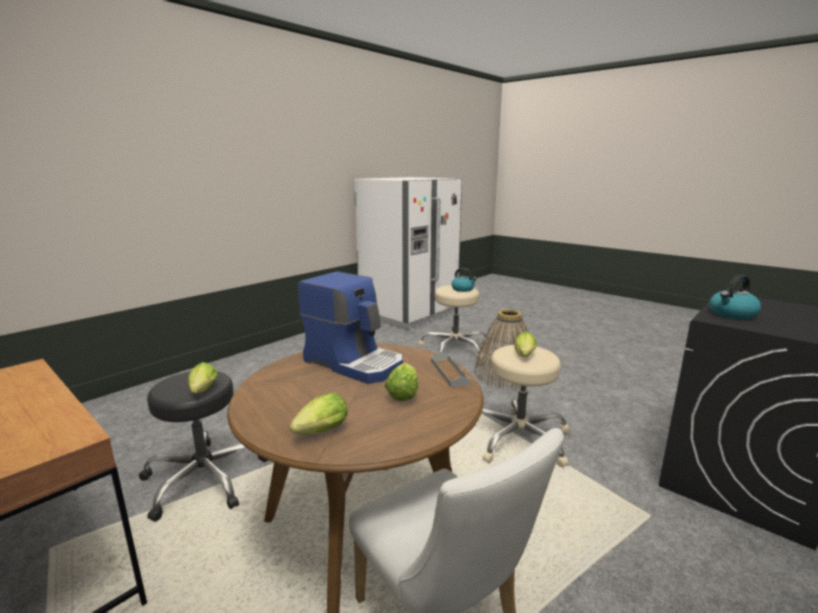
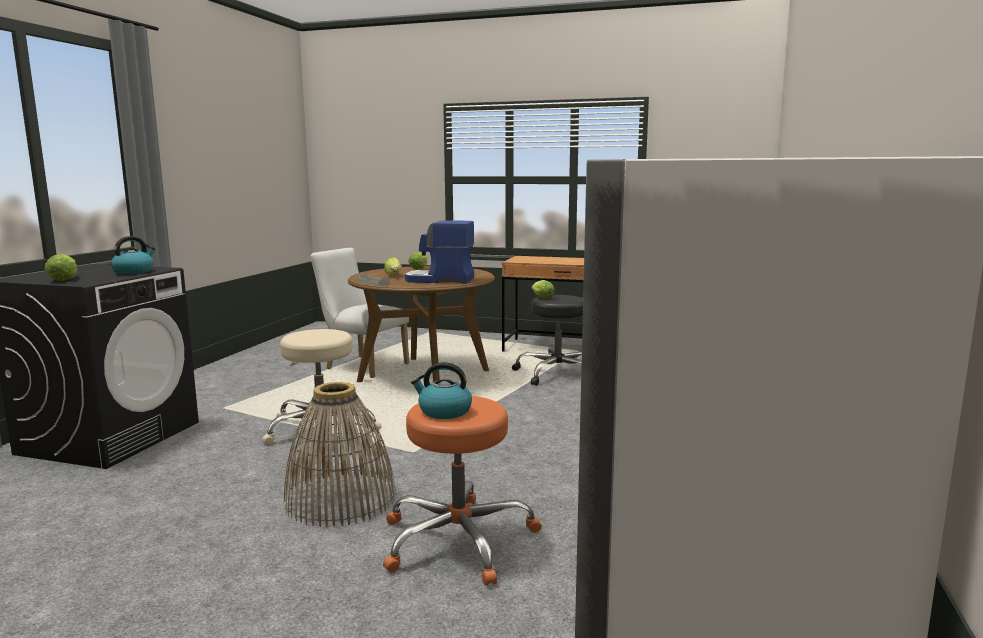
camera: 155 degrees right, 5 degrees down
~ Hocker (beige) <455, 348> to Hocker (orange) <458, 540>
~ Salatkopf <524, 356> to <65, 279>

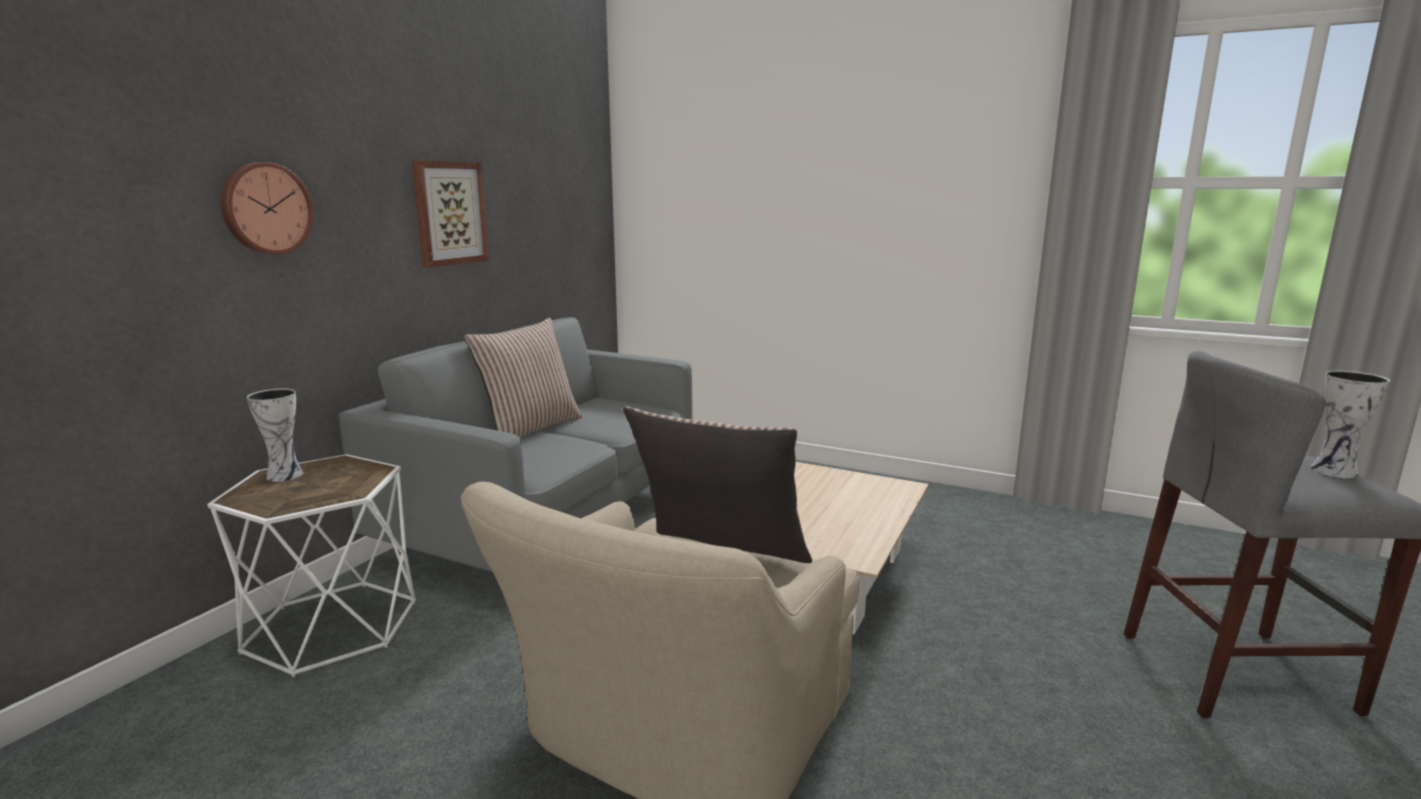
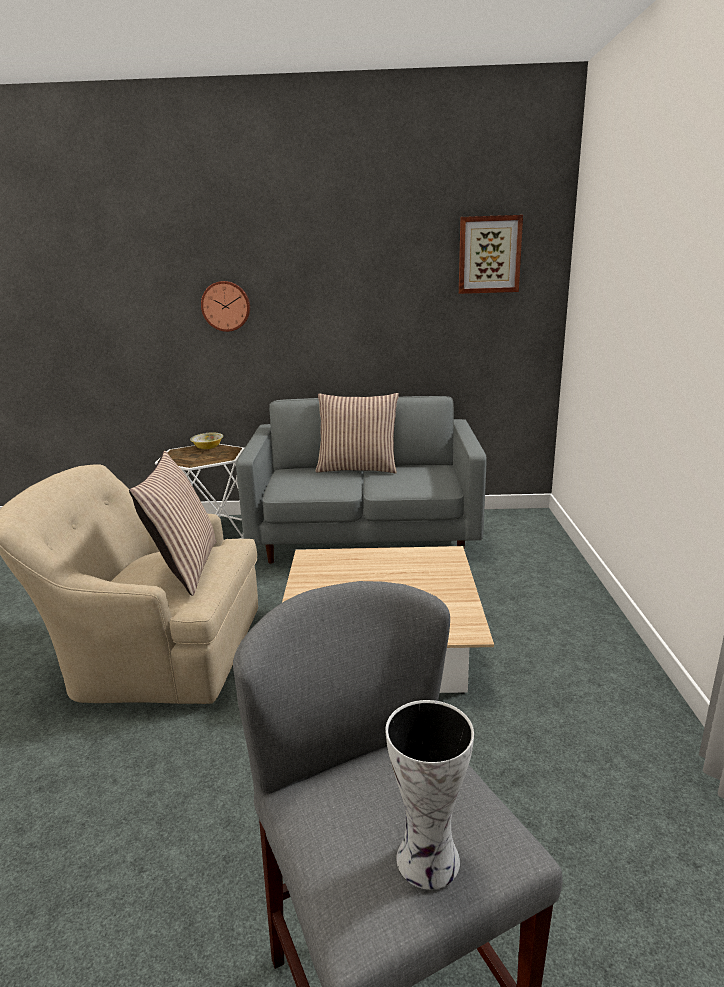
camera: 65 degrees right, 5 degrees up
~ Vase <286, 474> to Schüssel <208, 448>
~ Bild <449, 213> to <489, 255>

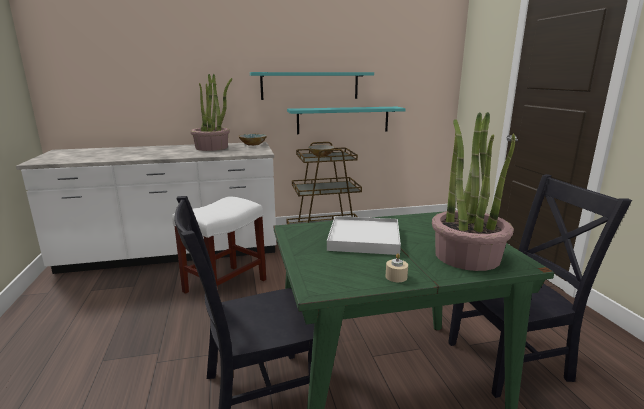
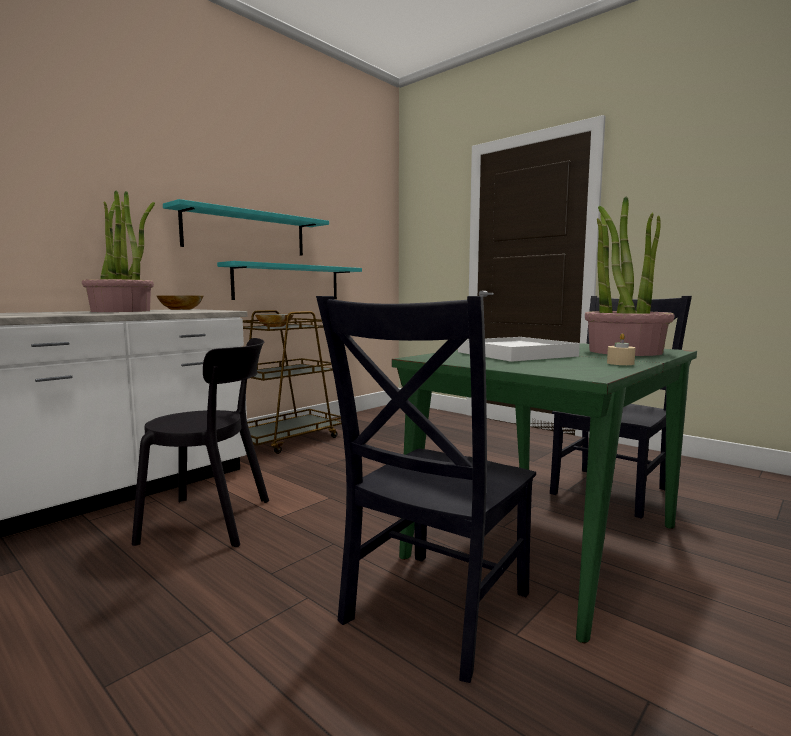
camera: 35 degrees left, 10 degrees down
~ Hocker (weiß) <224, 286> to Stuhl (schwarz) <213, 521>

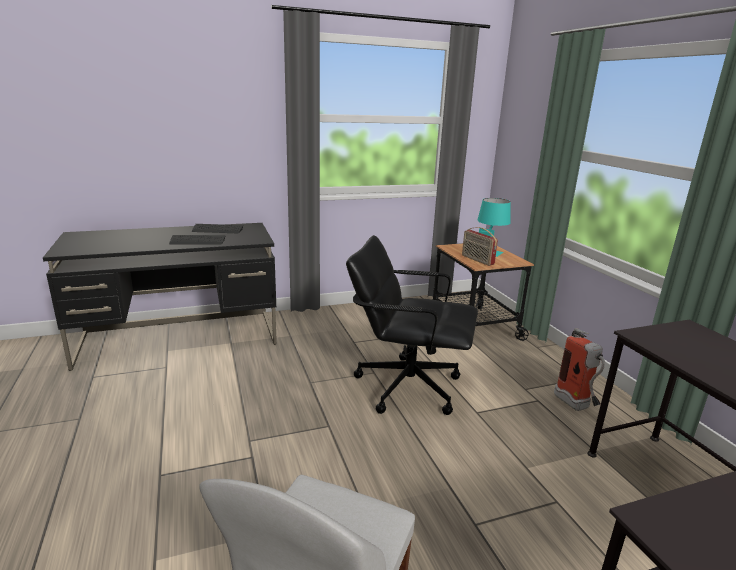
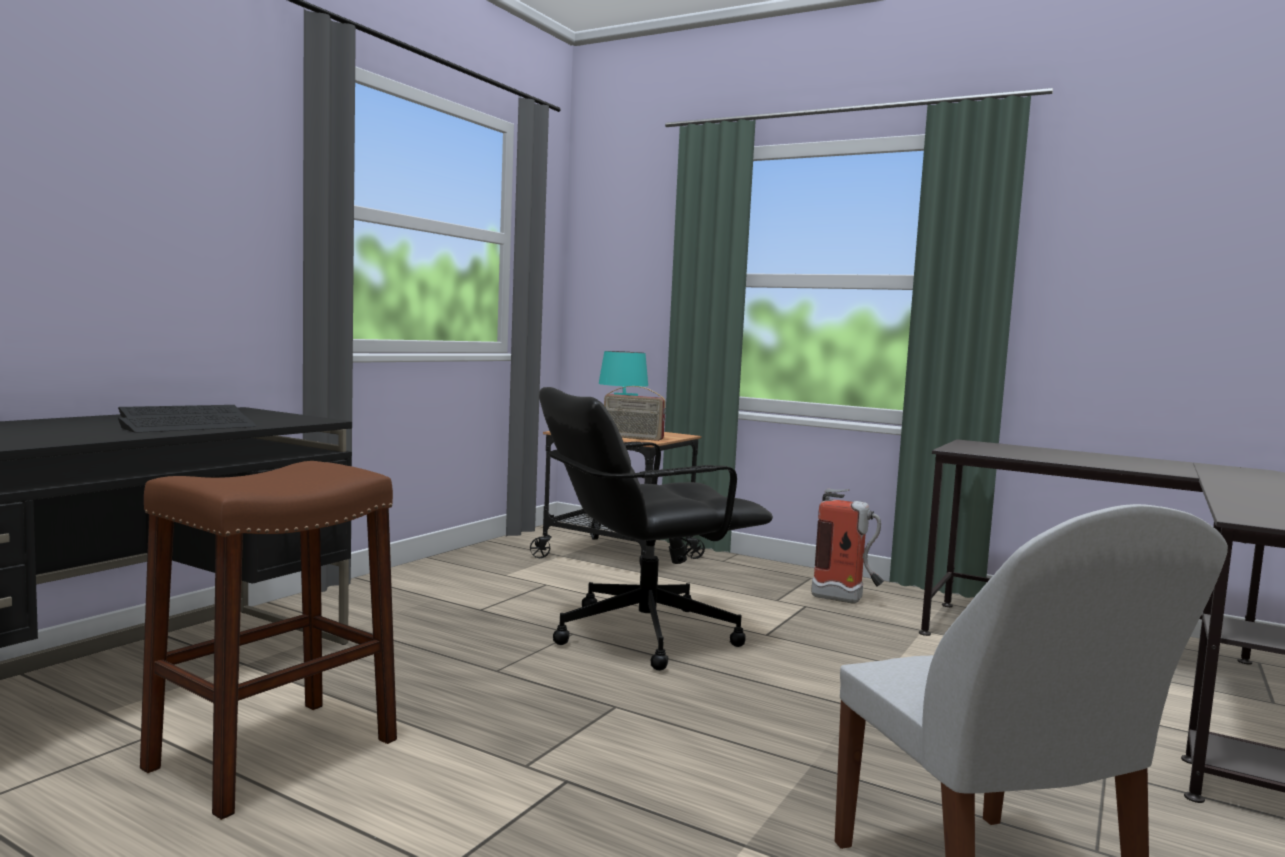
camera: 40 degrees left, 15 degrees down
+ Hocker (braun) <273, 754>

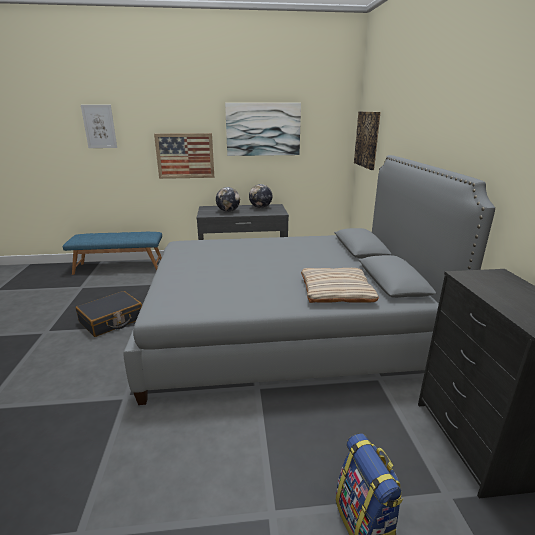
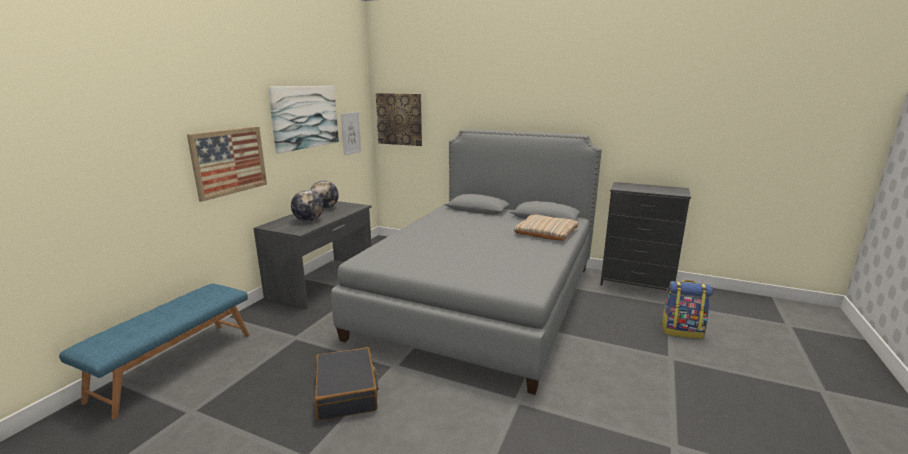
camera: 60 degrees left, 5 degrees down
~ Bild <99, 126> to <350, 133>

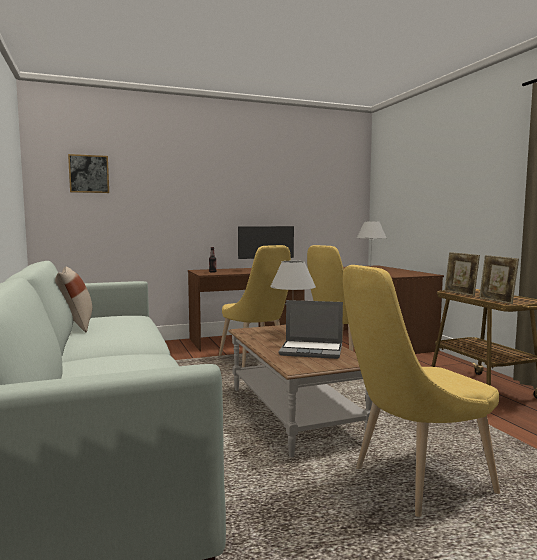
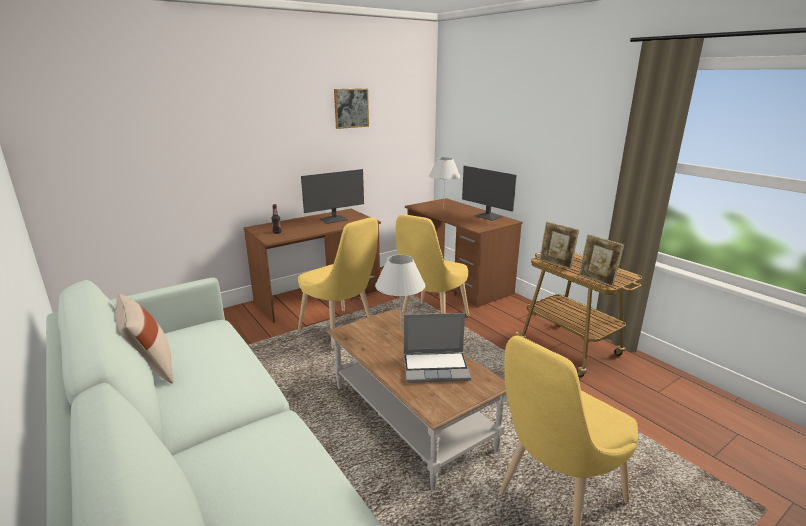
camera: 15 degrees left, 15 degrees up
~ Bild <89, 174> to <351, 108>
+ Monitor <488, 216>

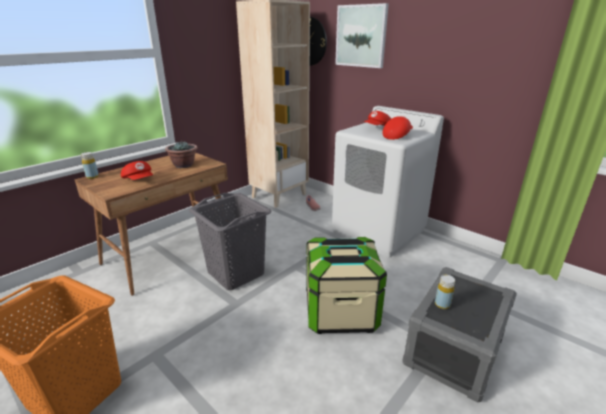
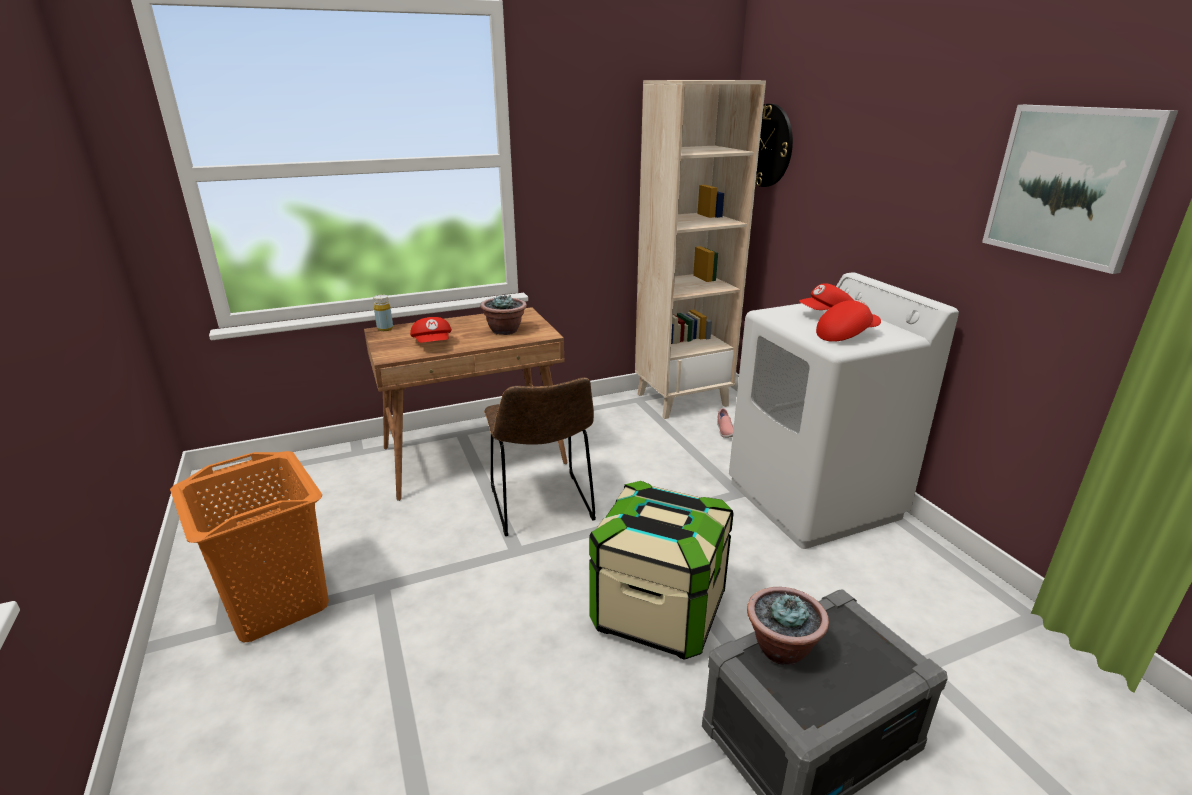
camera: 25 degrees right, 0 degrees up
~ Wäschekorb (grau) <236, 273> to Stuhl (braun) <542, 507>
~ Bild <361, 36> to <1070, 185>
~ Flasche (gelb) <442, 304> to Topfpflanze <781, 648>

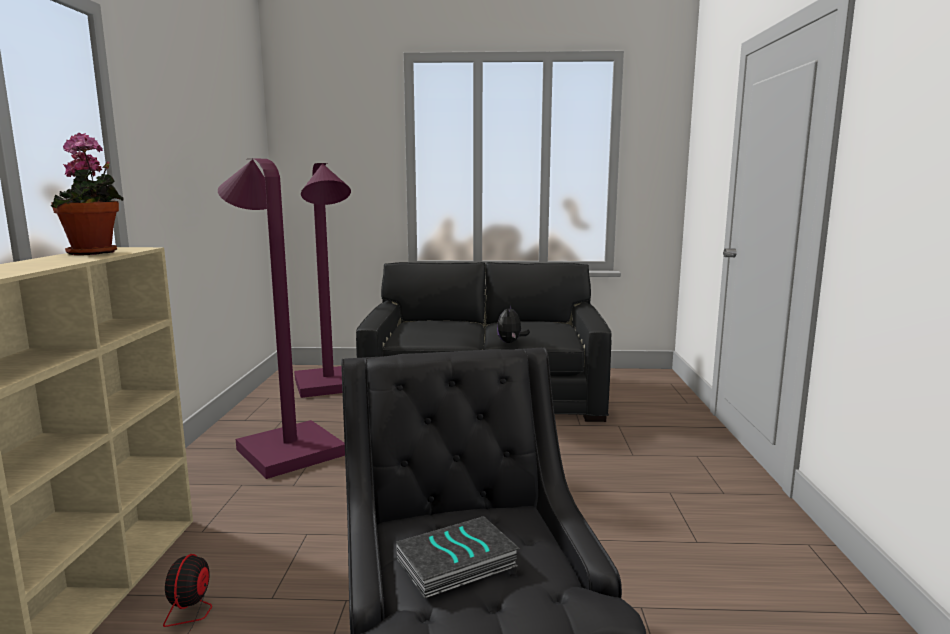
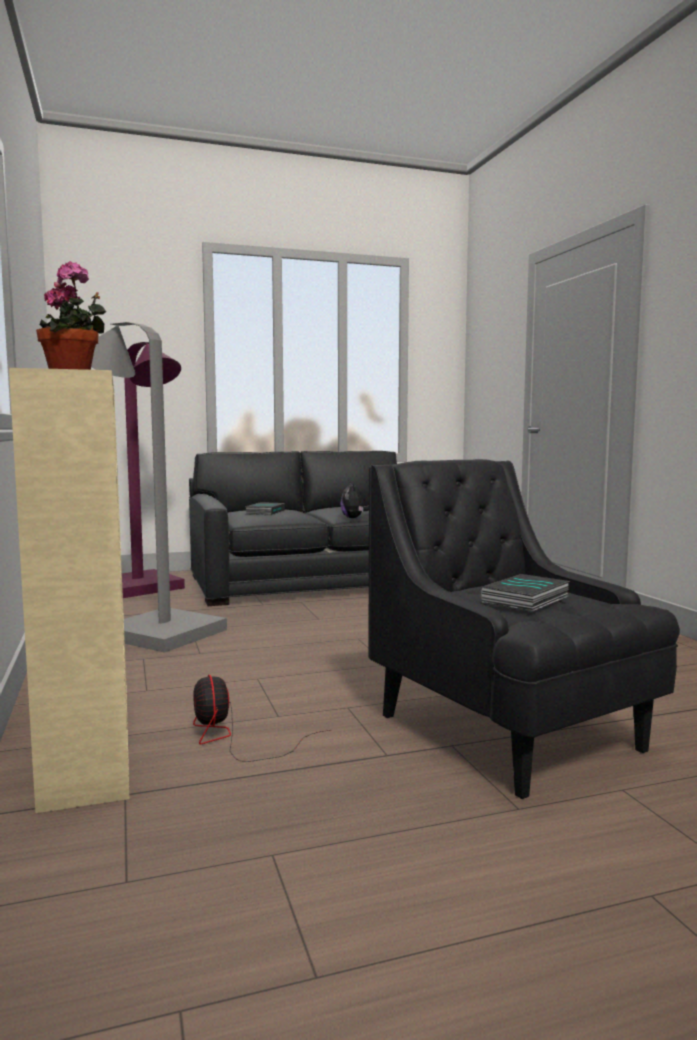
camera: 20 degrees left, 5 degrees down
~ Stehlampe (lila) <284, 447> to Stehlampe (grau) <152, 631>
+ Buch <264, 512>

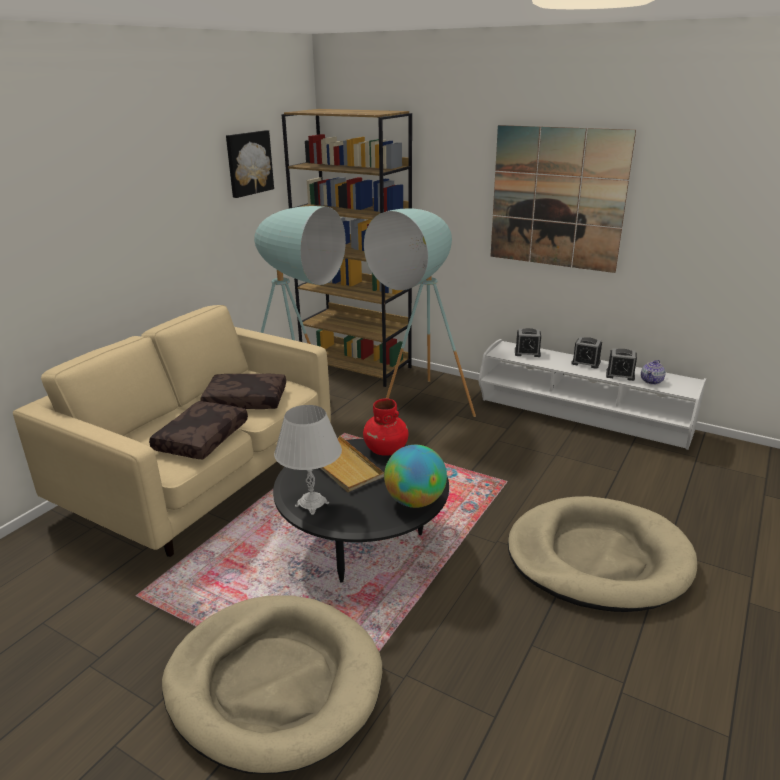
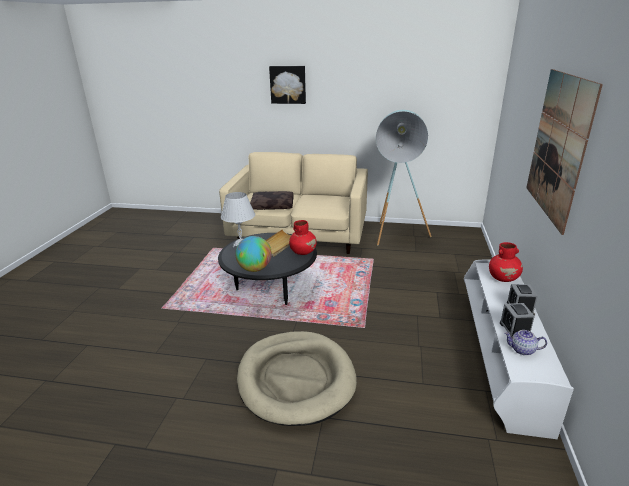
camera: 70 degrees right, 0 degrees up
- Hundebett (beige) <274, 683>
- Kissen (braun) <245, 401>
~ Bild <248, 163> to <288, 84>
- Bücherregal (braun) <356, 366>
- Stehlampe (türkis) <417, 408>
~ Wecker <527, 353> to Vase (rot) <503, 278>

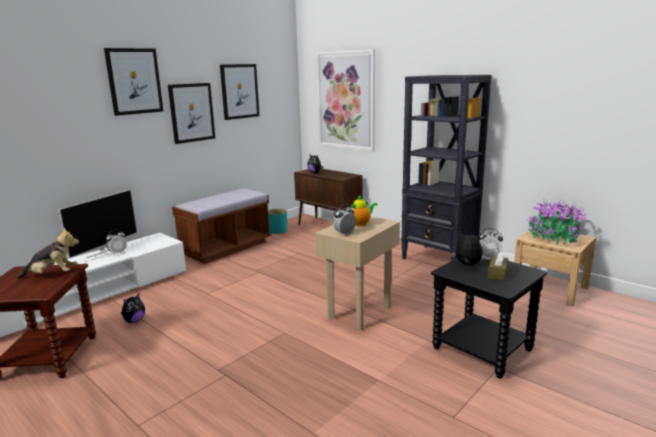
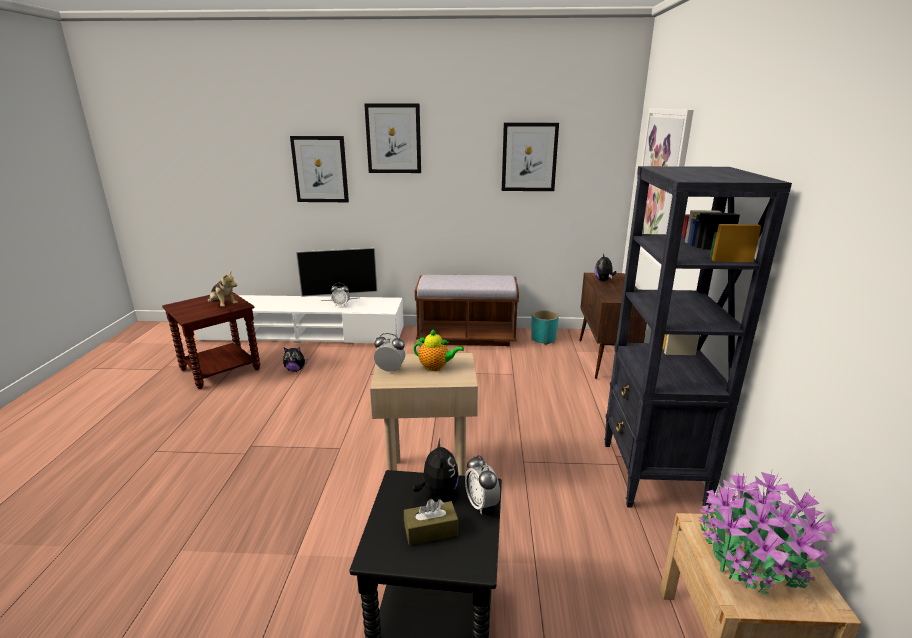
camera: 50 degrees right, 5 degrees up
~ Bild <191, 112> to <320, 169>

